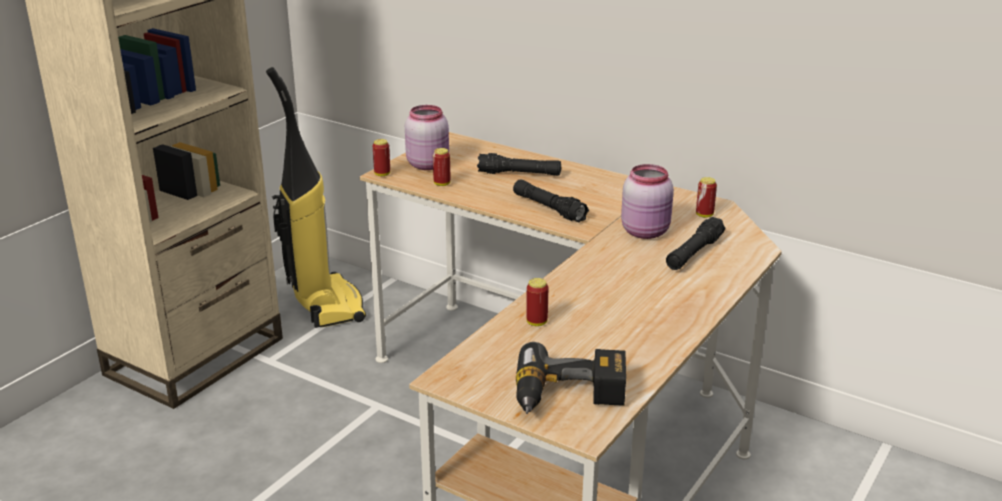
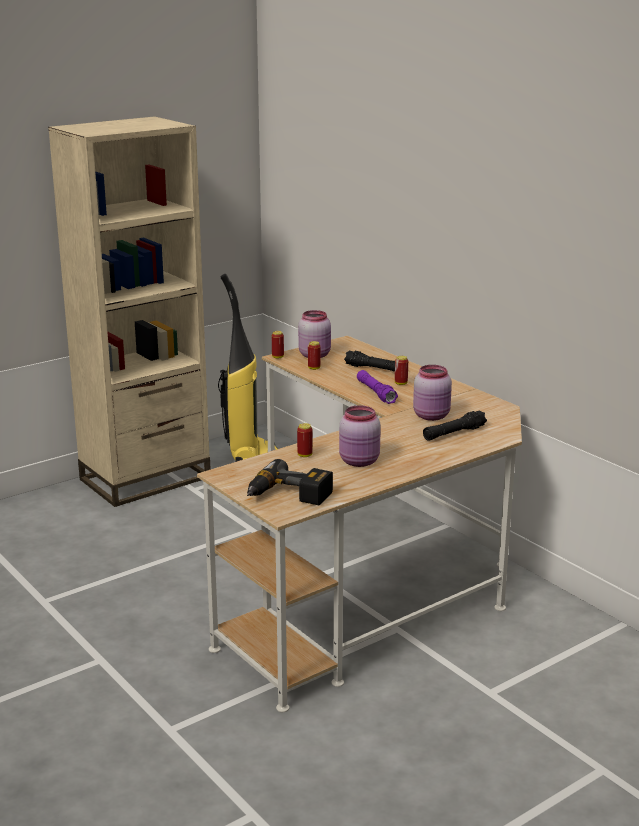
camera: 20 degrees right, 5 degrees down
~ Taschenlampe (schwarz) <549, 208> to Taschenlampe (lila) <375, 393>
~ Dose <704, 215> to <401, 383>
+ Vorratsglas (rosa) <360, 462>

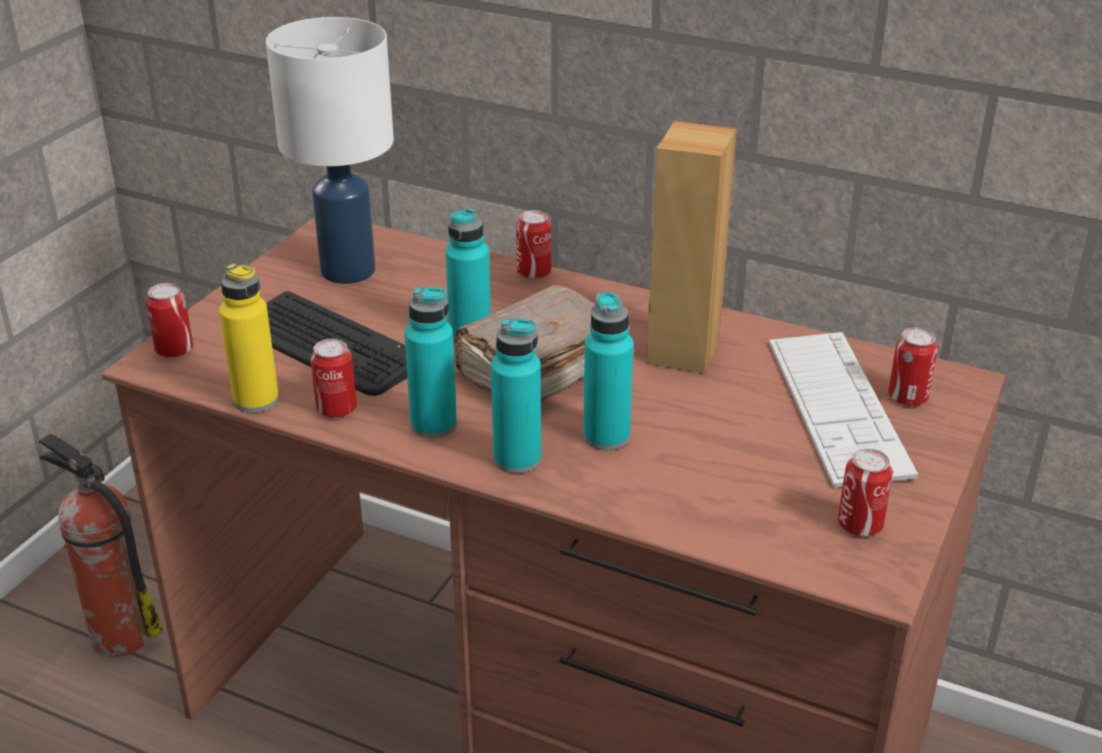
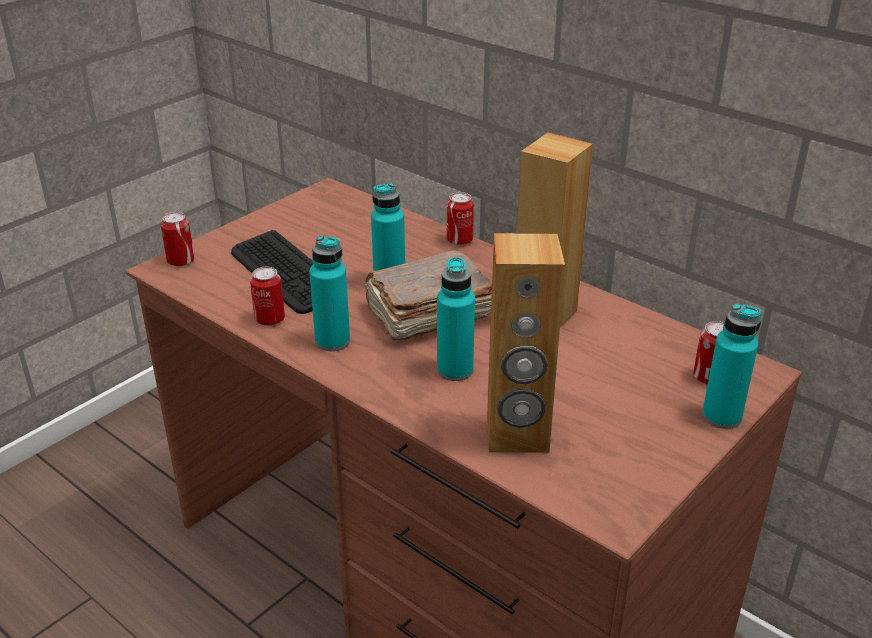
camera: 15 degrees right, 0 degrees up
- Feuerlöscher <119, 633>
- Flasche (gelb) <256, 400>
- Tischlampe (weiß) <346, 271>
~ Flasche (türkis) <517, 459> to <721, 416>
- Tastatur <837, 408>
- Dose <860, 525>
+ Lautsprecher (braun) <517, 435>

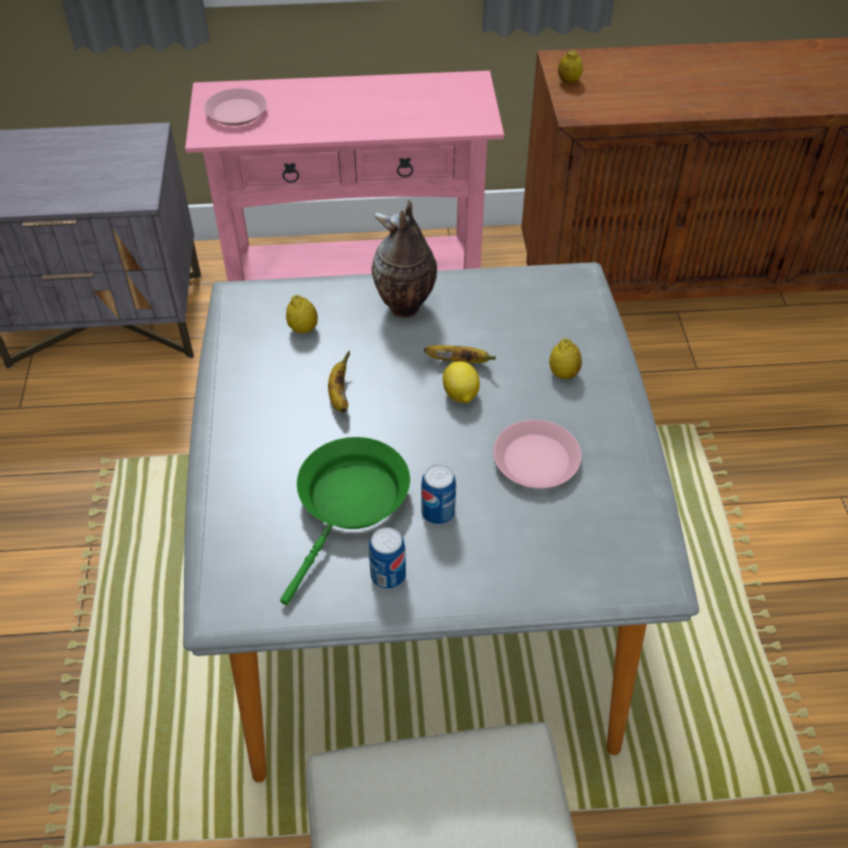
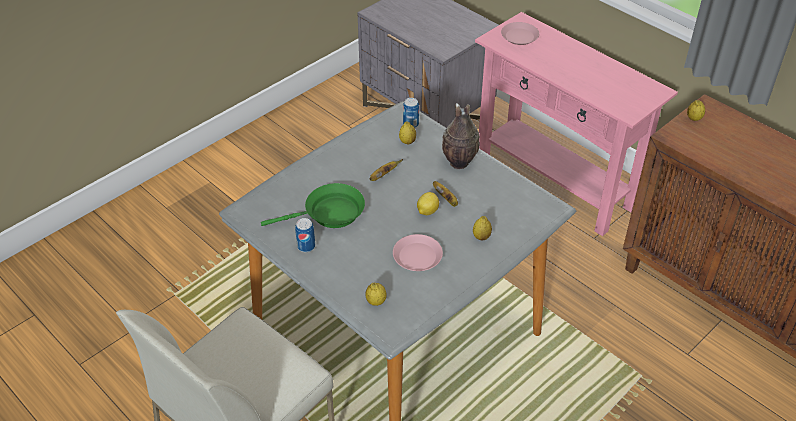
camera: 50 degrees right, 5 degrees down
~ Dose <438, 512> to <410, 124>
+ Zitrone <376, 302>

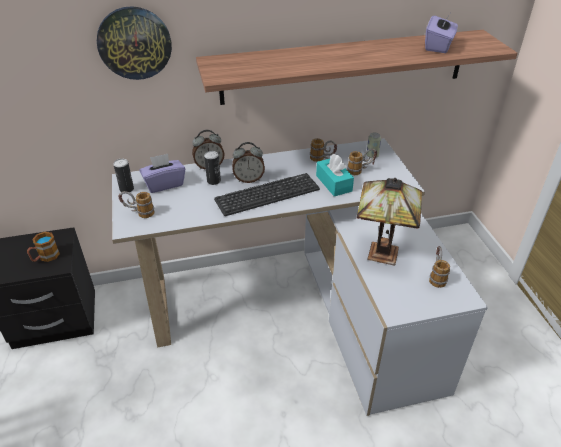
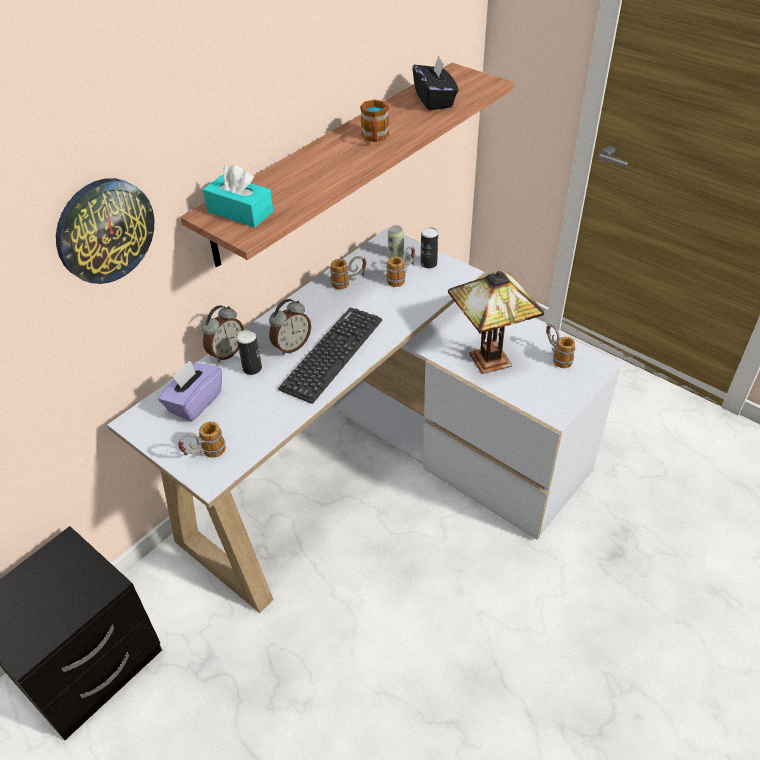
camera: 35 degrees left, 5 degrees up
~ Henkelbecher <45, 257> to <375, 138>
~ Dose <126, 189> to <428, 263>
~ Taschentuchbox (türkis) <333, 183> to <240, 212>
~ Taschentuchbox (lila) <438, 46> to Taschentuchbox (schwarz) <434, 100>

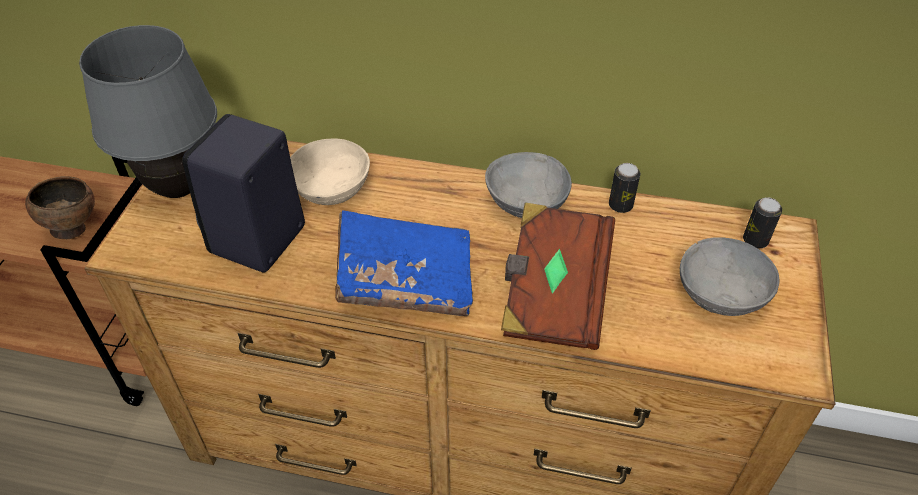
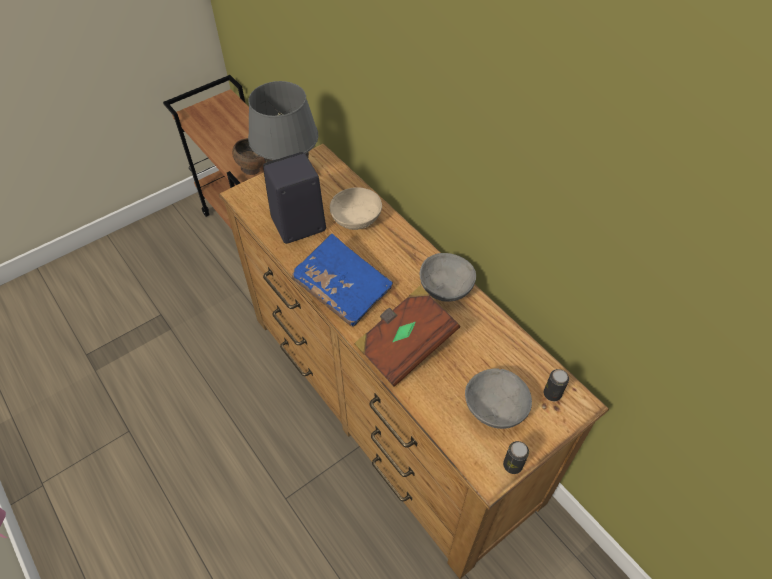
camera: 40 degrees right, 5 degrees up
~ Dose <620, 205> to <512, 465>

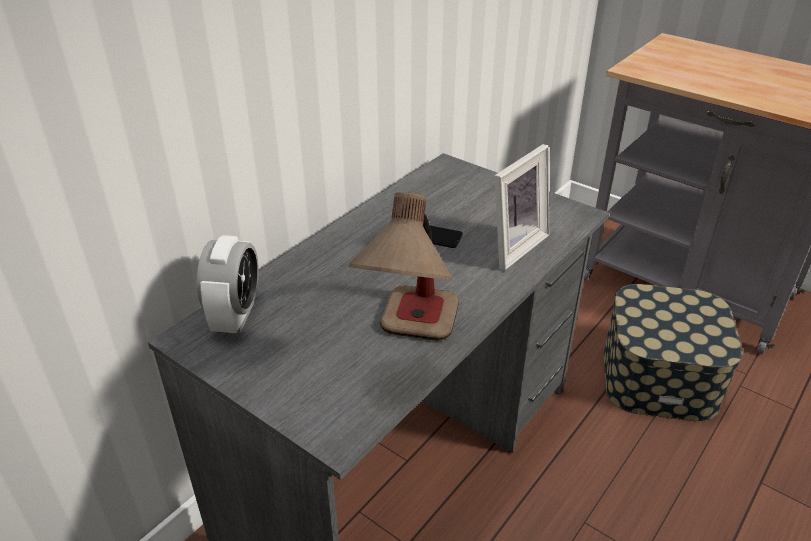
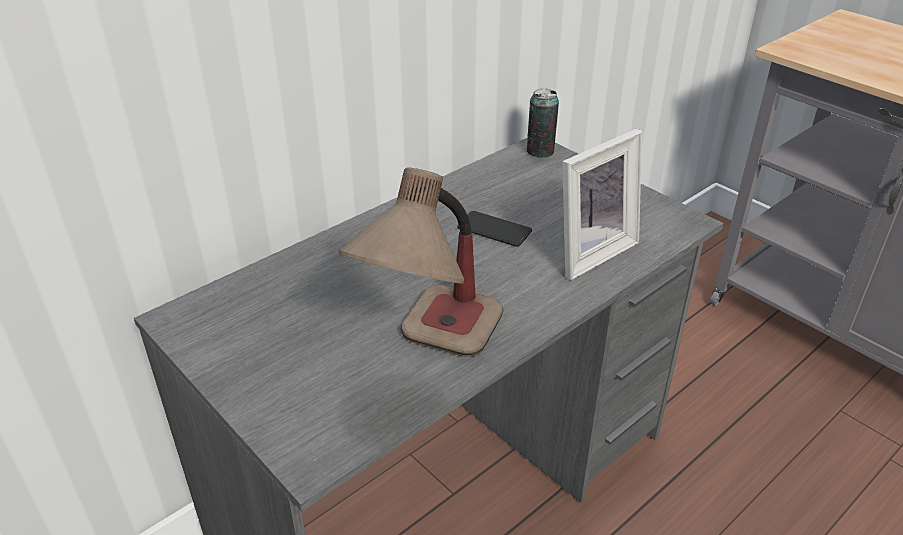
camera: 10 degrees right, 0 degrees up
- Wecker <236, 316>
- Aufbewahrungsbox <659, 377>
+ Dose <540, 151>

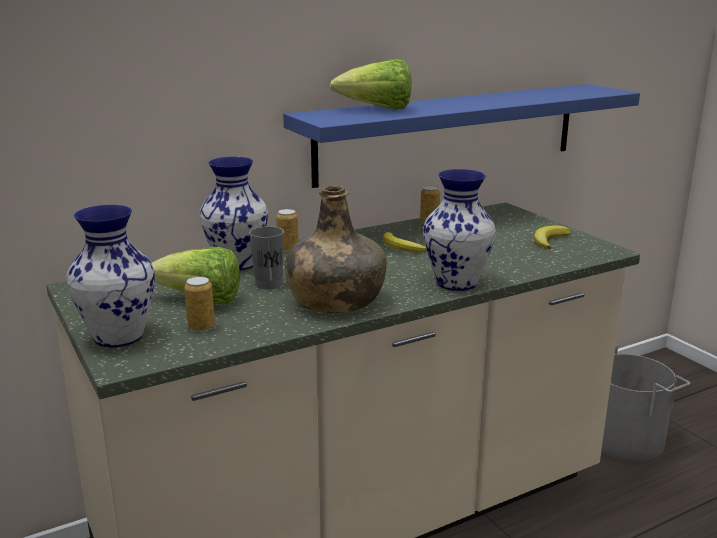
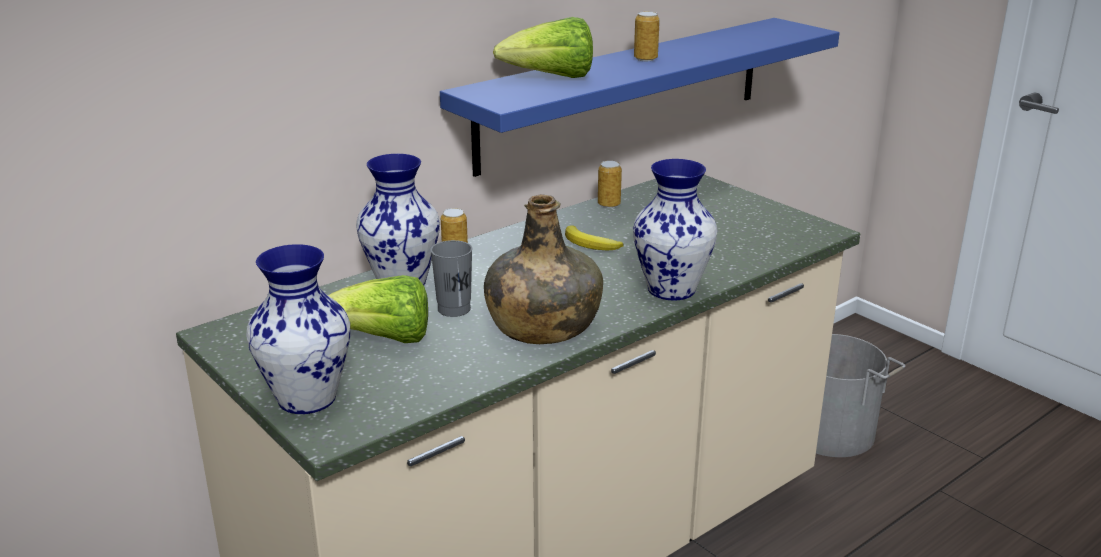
camera: 10 degrees left, 5 degrees up
~ Dose <201, 327> to <645, 59>
- Banane <549, 240>

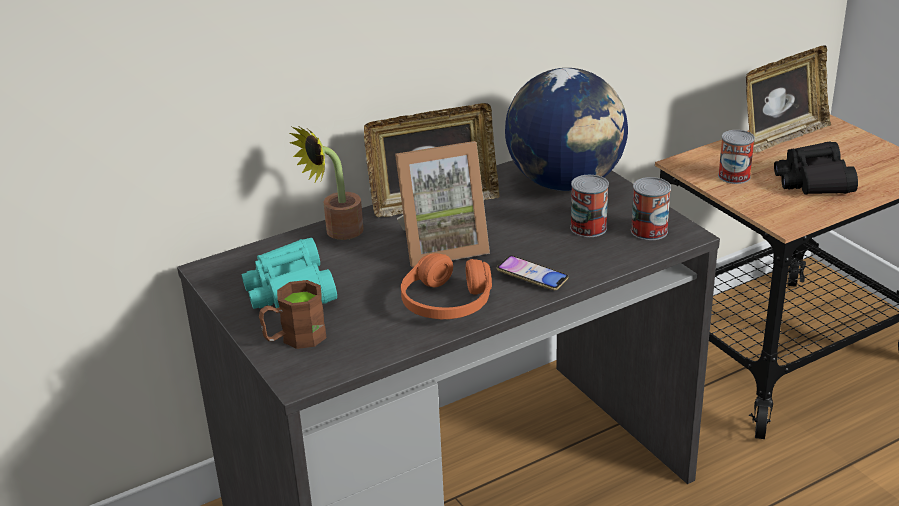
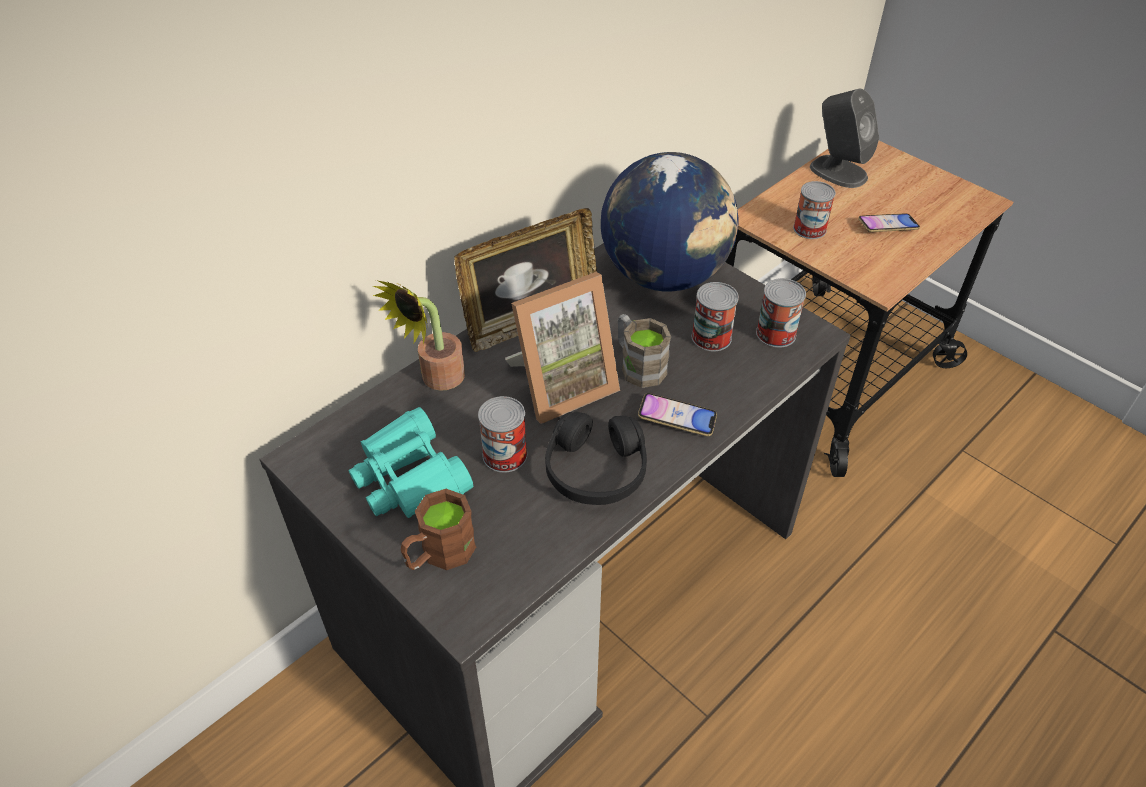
camera: 15 degrees left, 15 degrees up
~ Kopfhörer (orange) <446, 302> to Kopfhörer (schwarz) <595, 470>
~ Bilderrahmen <782, 136> to Lautsprecher (grau) <837, 171>
~ Fernglas (schwarz) <813, 180> to Handy <887, 226>
+ Dose <505, 455>
+ Henkelbecher (braun) <638, 365>

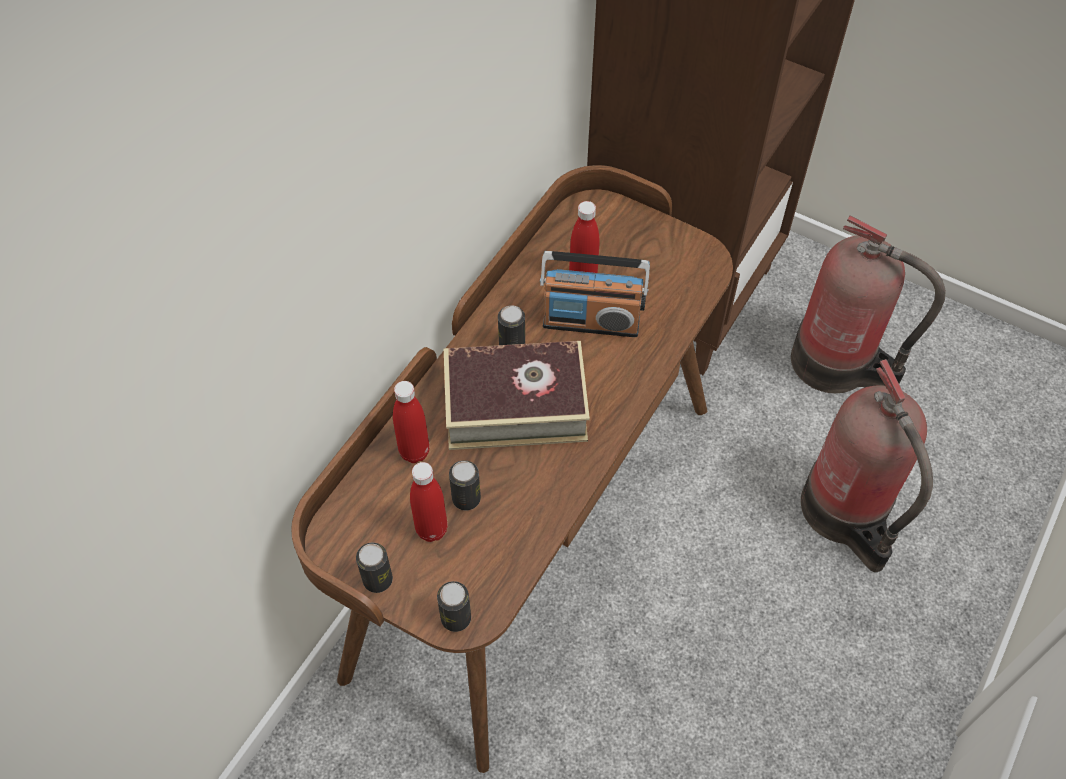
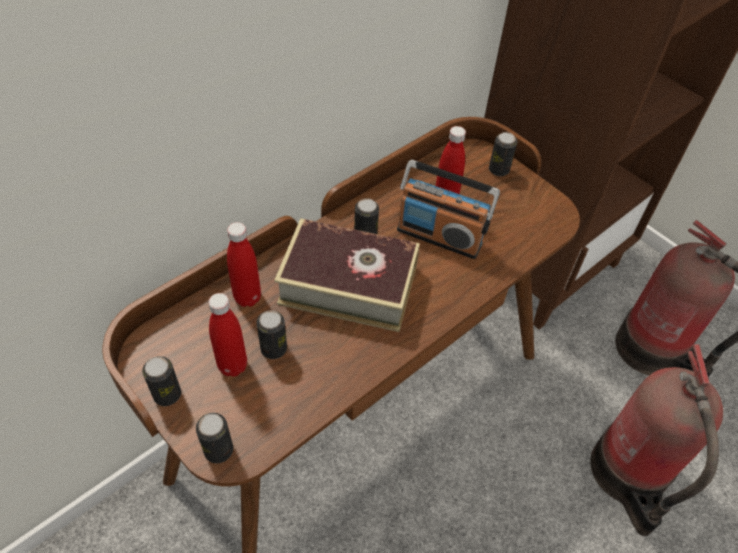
camera: 15 degrees right, 5 degrees down
+ Dose <499, 170>

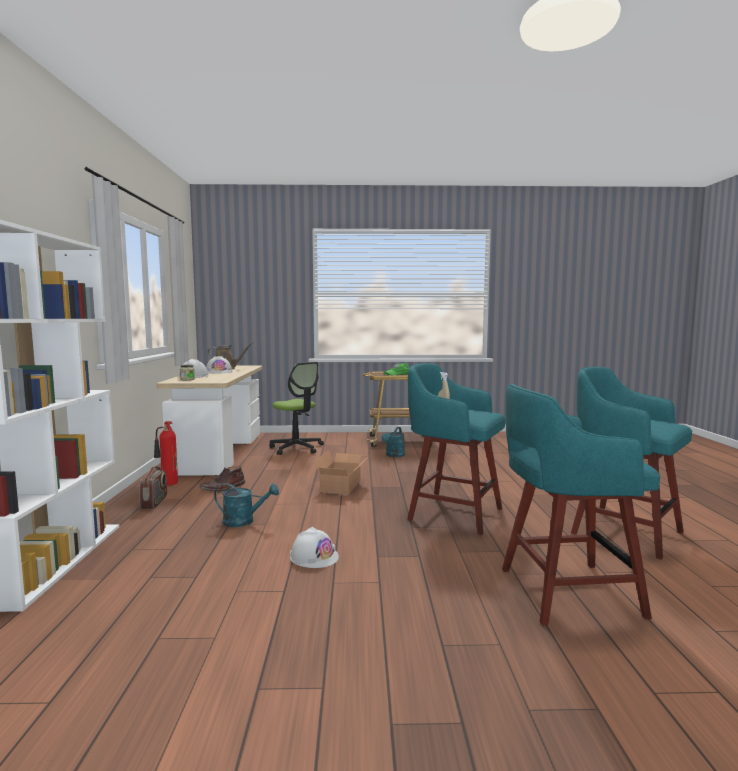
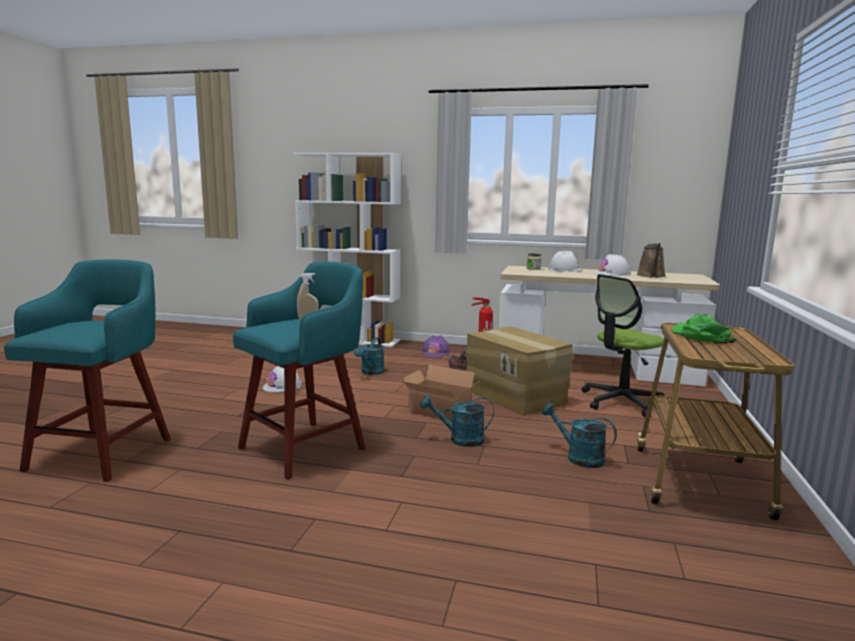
camera: 105 degrees right, 5 degrees up
~ Radio <154, 502> to Schutzhelm (lila) <435, 352>
- Hocker (türkis) <623, 531>
+ Gießkanne (türkis) <460, 439>
+ Karton <516, 396>

